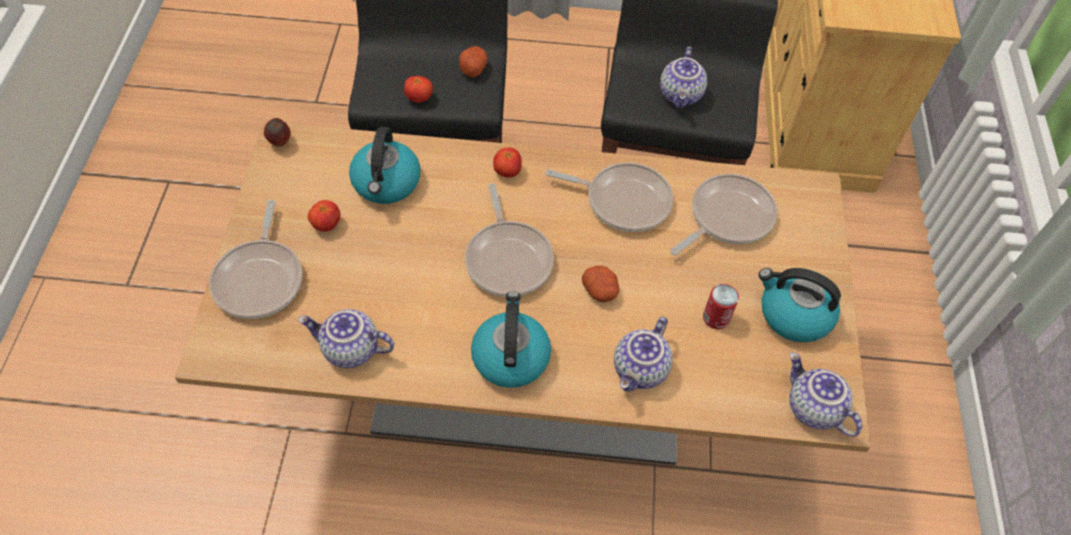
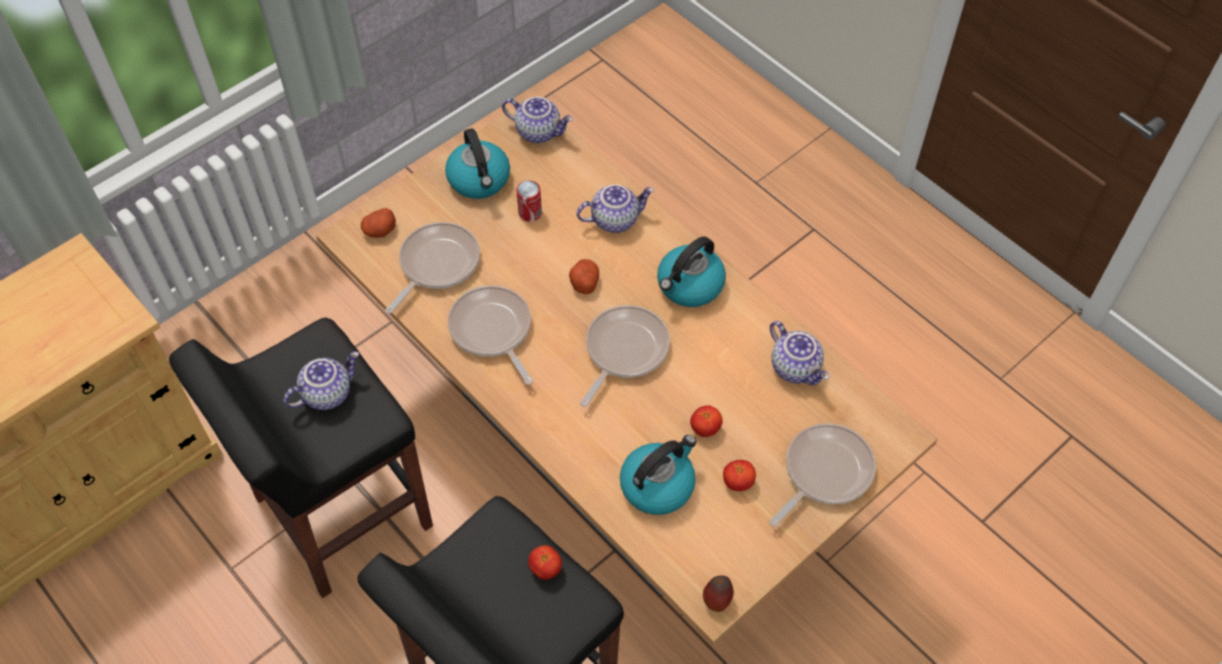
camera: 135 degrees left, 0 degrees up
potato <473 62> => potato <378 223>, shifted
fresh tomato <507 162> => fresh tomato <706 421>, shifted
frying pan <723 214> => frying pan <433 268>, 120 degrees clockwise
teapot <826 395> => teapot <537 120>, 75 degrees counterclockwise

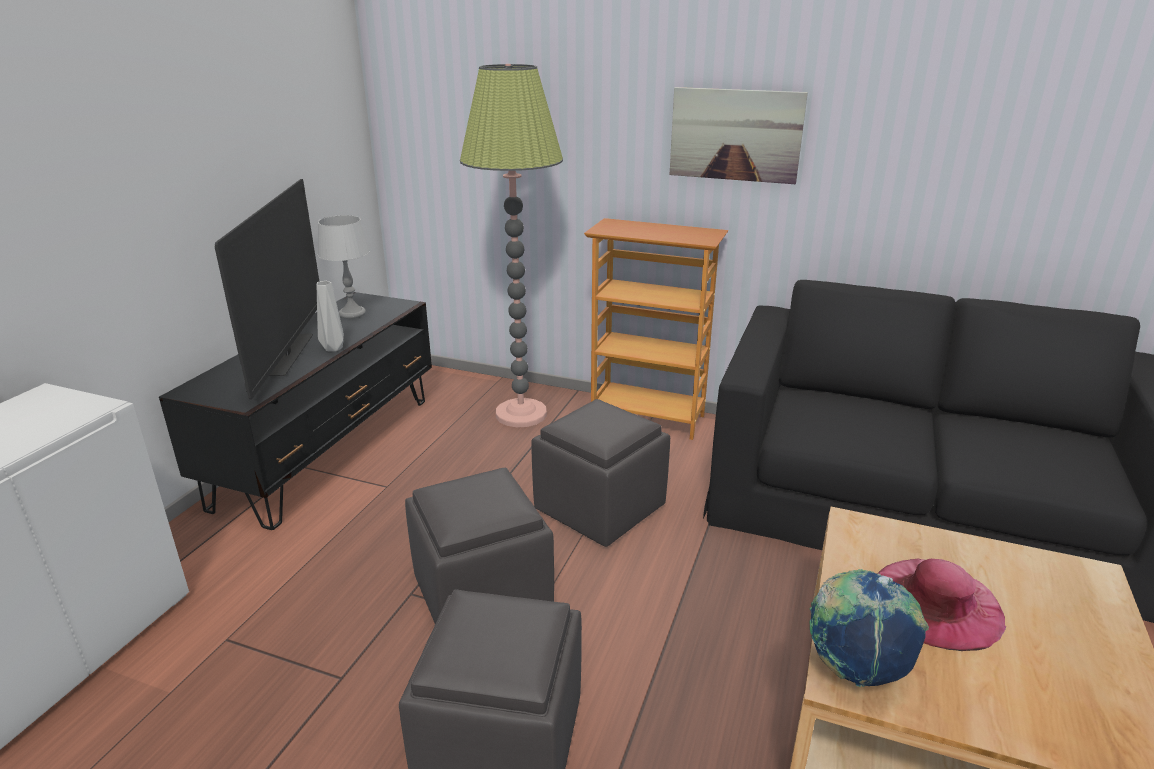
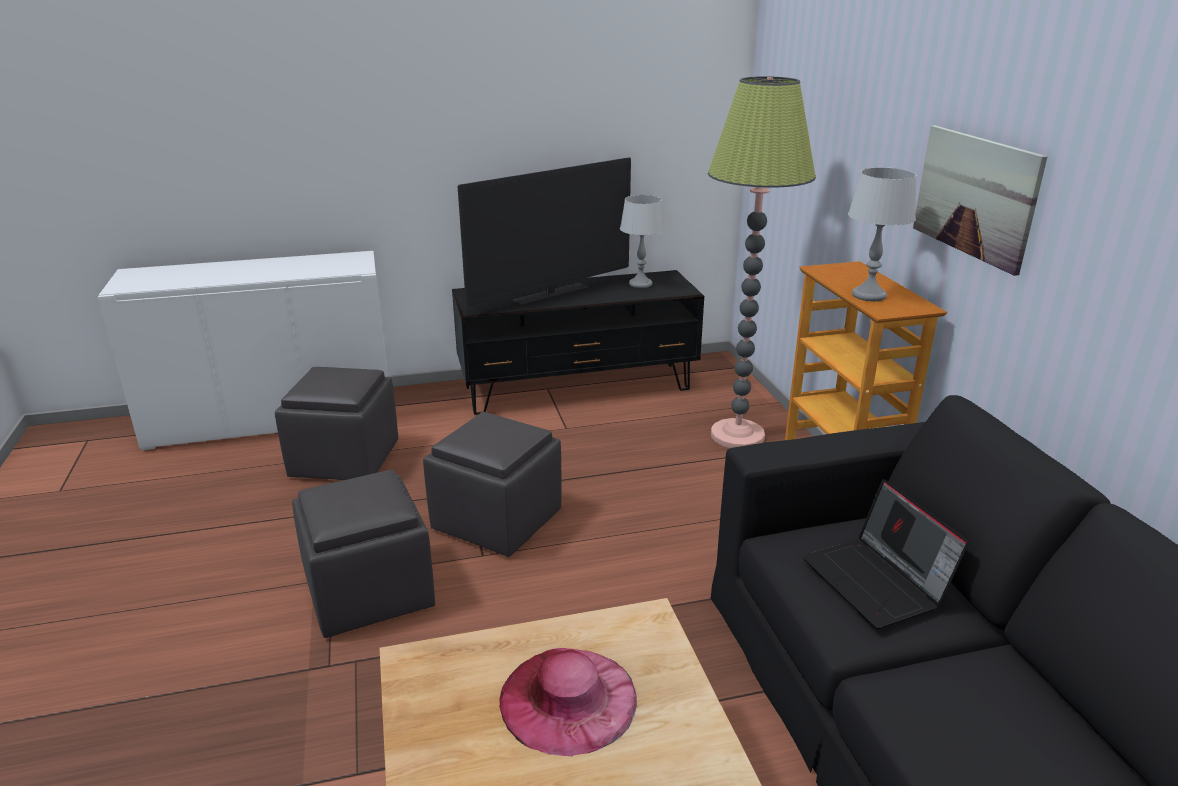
camera: 55 degrees right, 0 degrees up
flower vase in greyish <330 316> => nothing
ottoman in greyish <600 473> => ottoman in greyish <336 423>, shifted
desk globe <869 628> => nothing
nothing => table lamp in greyish <882 234>
nothing => laptop <885 554>

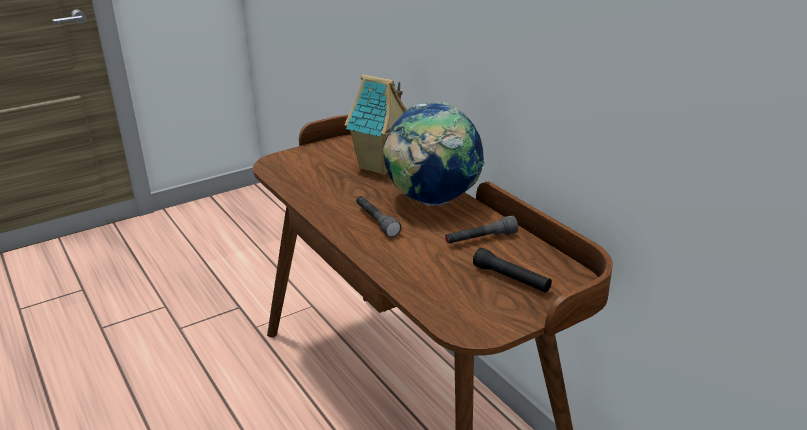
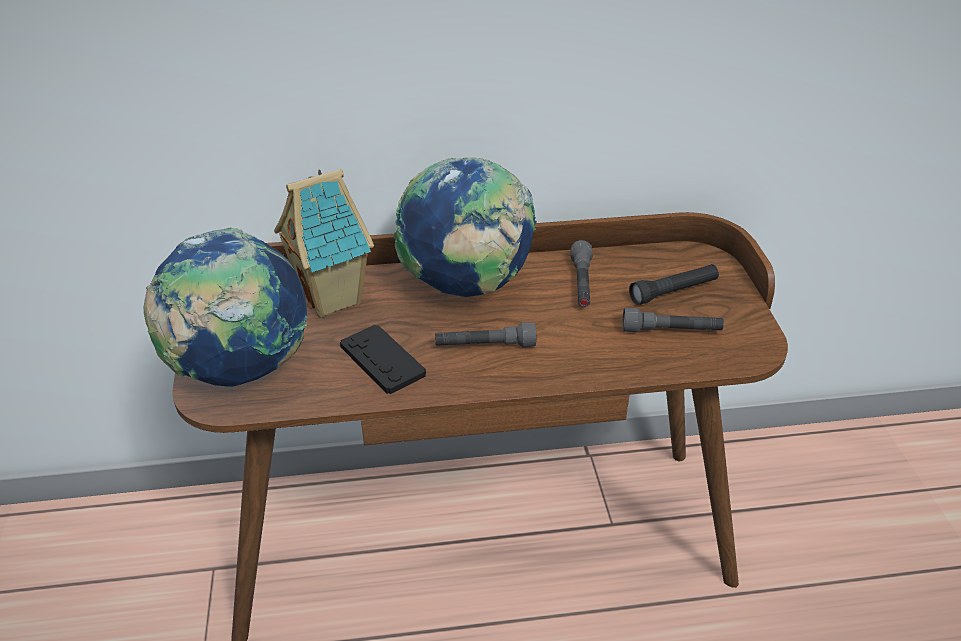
camera: 65 degrees left, 10 degrees up
nothing => desk globe <226 307>
nothing => torch in greyish <673 320>
nothing => game controller in black-coloured <383 359>

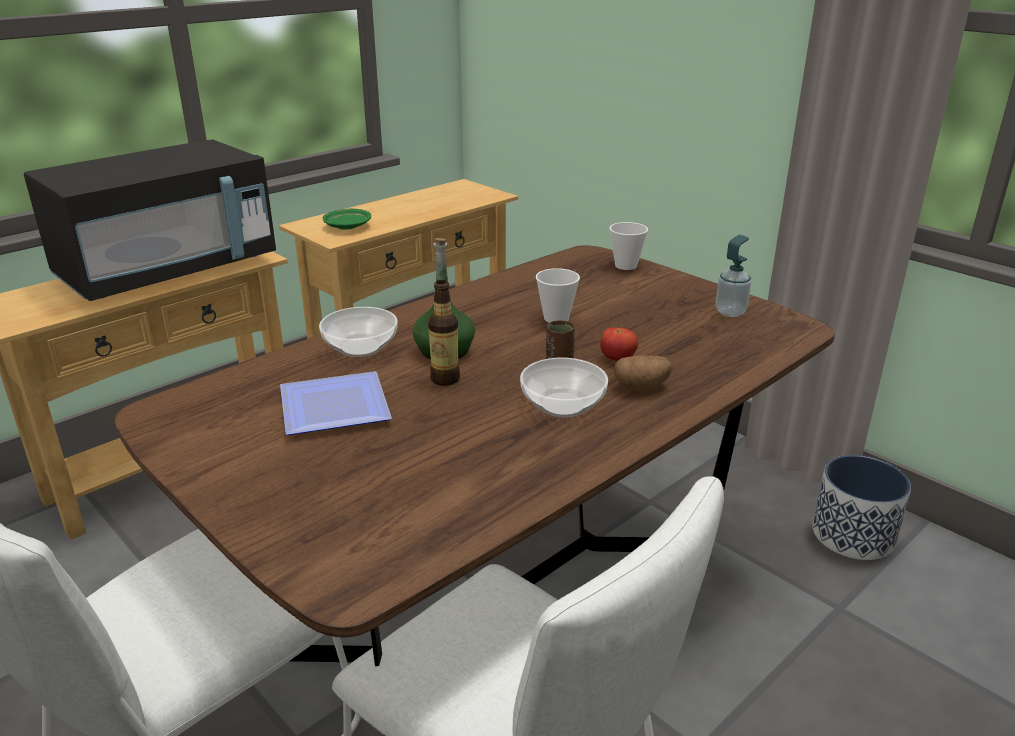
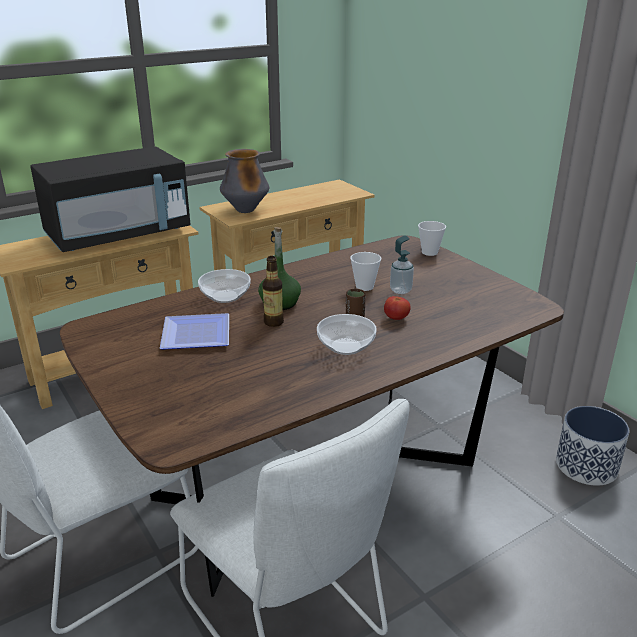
camera: 10 degrees right, 0 degrees up
plate in greenish <347 219> => flower vase <244 181>
soap dispenser <733 276> => soap dispenser <402 265>, shifted
potato <643 373> => nothing

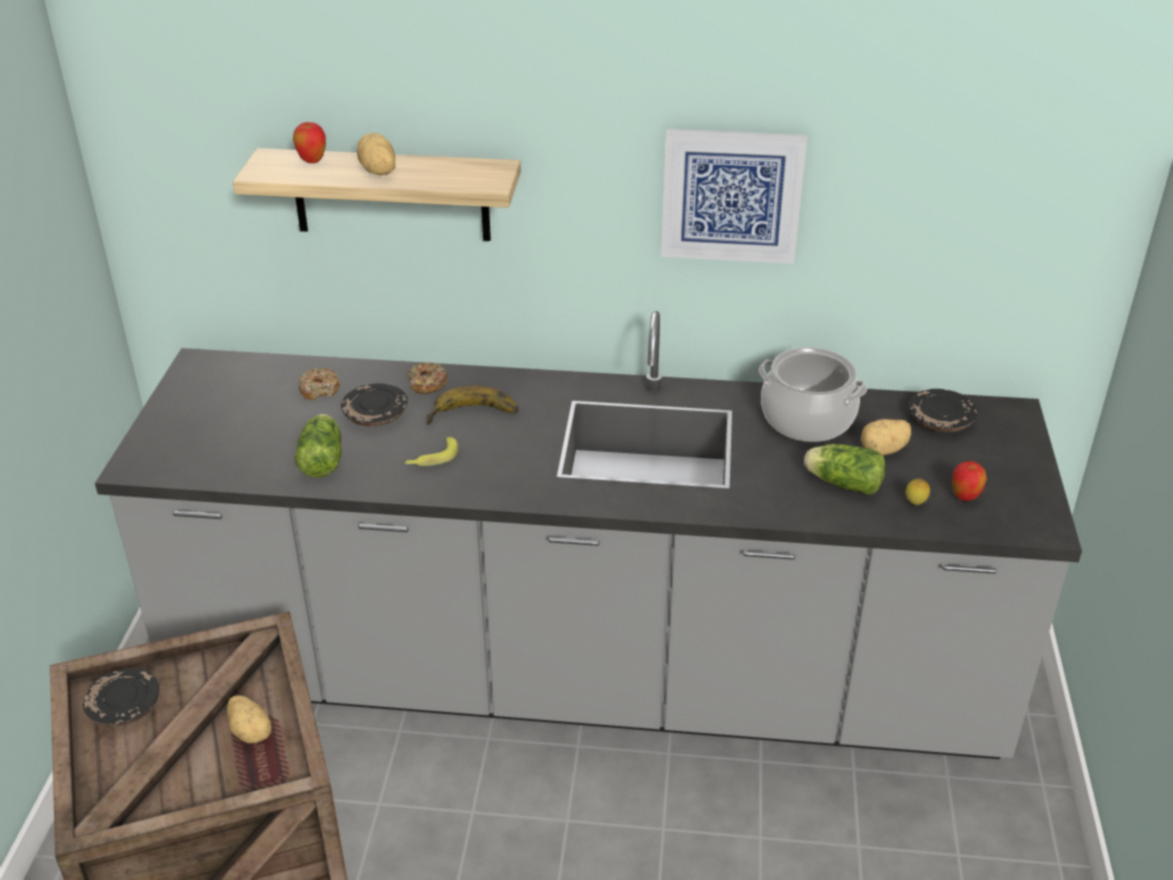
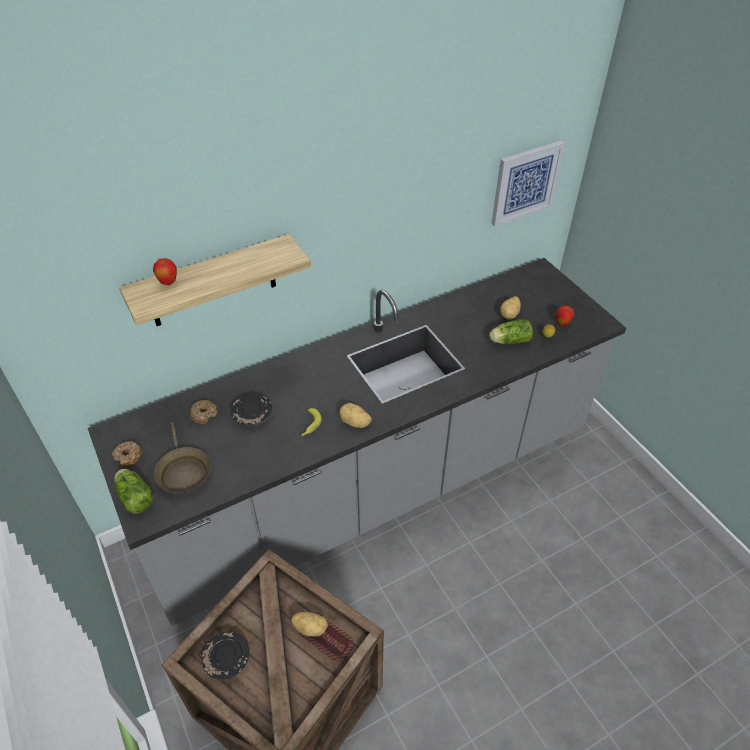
camera: 35 degrees left, 10 degrees up
picture <734 196> => picture <528 184>, shifted
potato <376 154> => potato <355 415>, shifted
cooking pot <813 394> => nothing
donut <428 378> => donut <127 454>, shifted
banana <473 405> => nothing
plate in black-coloured <943 410> => nothing
lettuce <317 446> => lettuce <133 491>, shifted
nothing => frying pan in brownish <182 458>

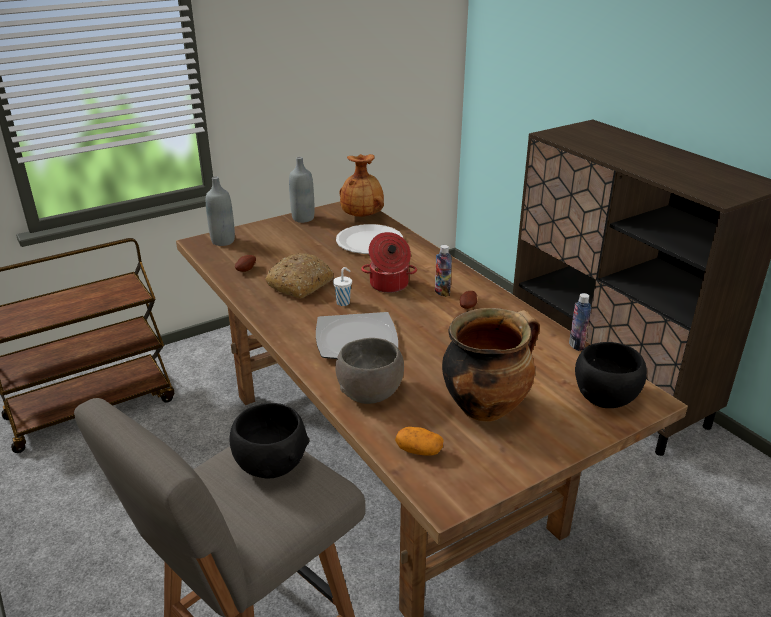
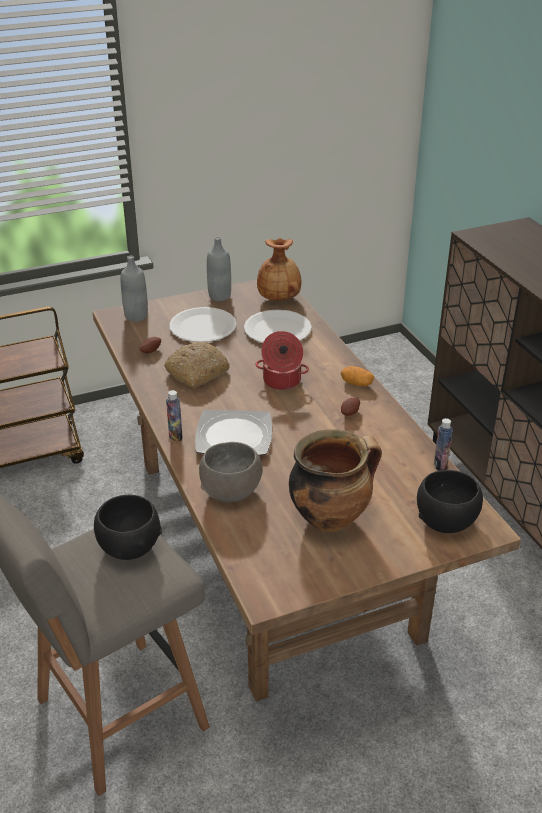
camera: 10 degrees right, 5 degrees up
beverage bottle <443 271> => beverage bottle <174 416>, shifted
cup in white <342 286> => nothing
potato <419 441> => potato <357 376>, shifted
nothing => plate in white <203 324>

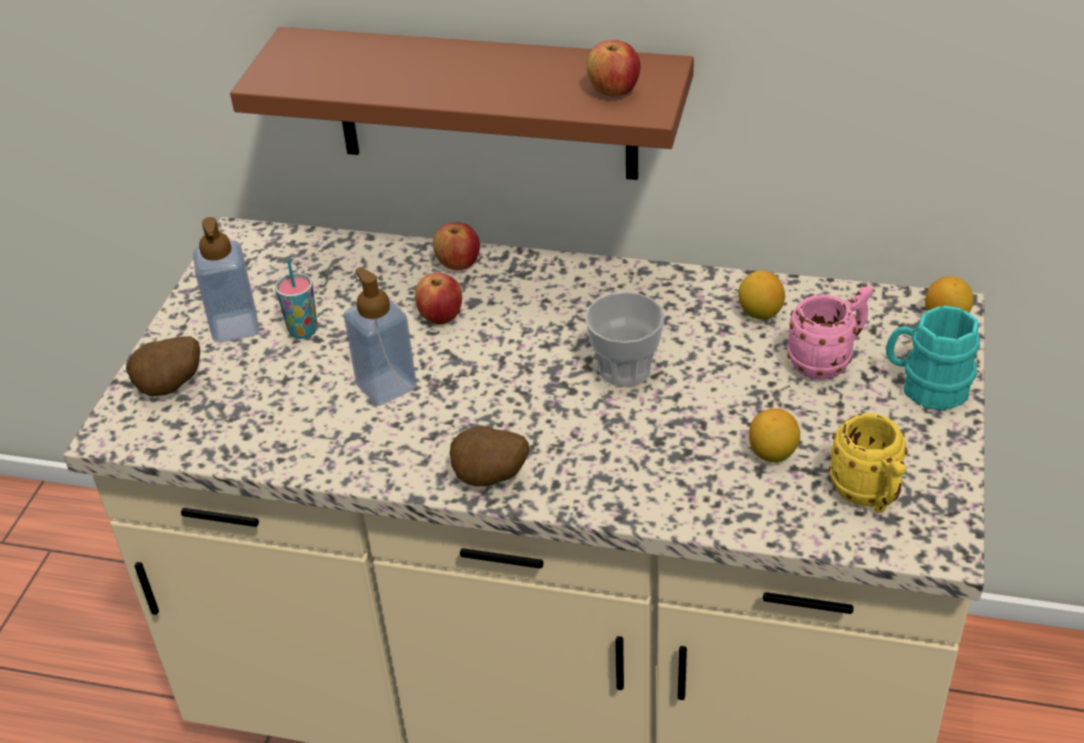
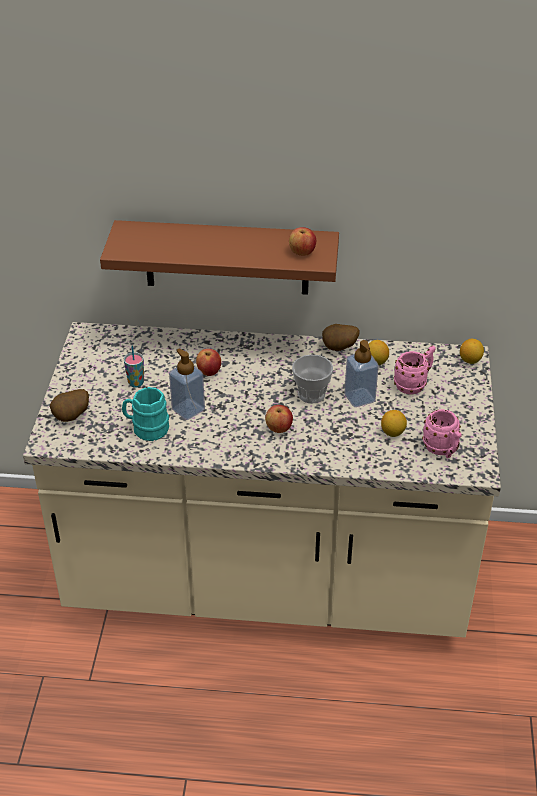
camera: 10 degrees left, 0 degrees up
soap dispenser <226 280> => soap dispenser <361 373>, shifted
apple <456 246> => apple <279 419>, shifted
coffee mug in turquoise <933 358> => coffee mug in turquoise <145 414>, shifted
coffee mug in yellow <868 463> => coffee mug in pinkish <442 433>
potato <489 456> => potato <341 337>, shifted

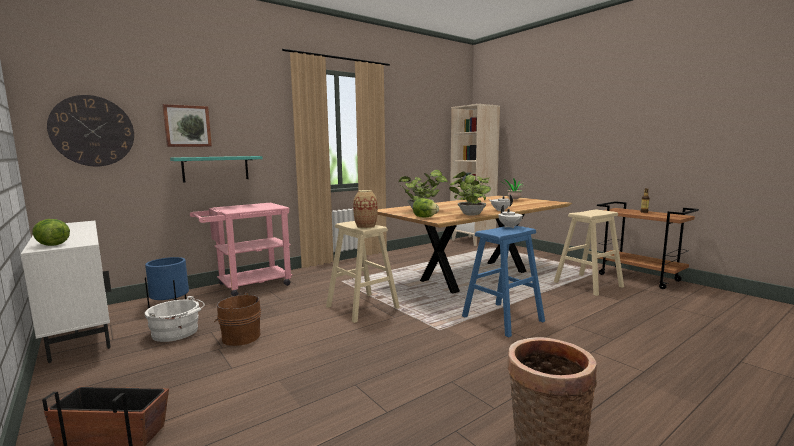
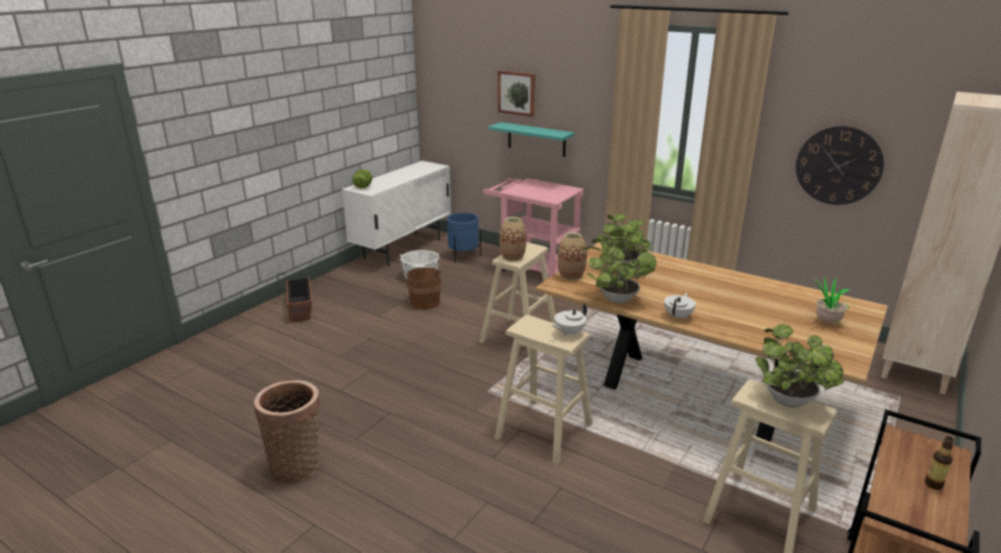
camera: 70 degrees right, 15 degrees up
hanging clock <90 130> => hanging clock <840 165>, shifted
lettuce <426 207> => flower vase <572 256>
stool seat in blue <503 281> => stool seat in beige <543 390>
nothing => plant in a pot <799 366>

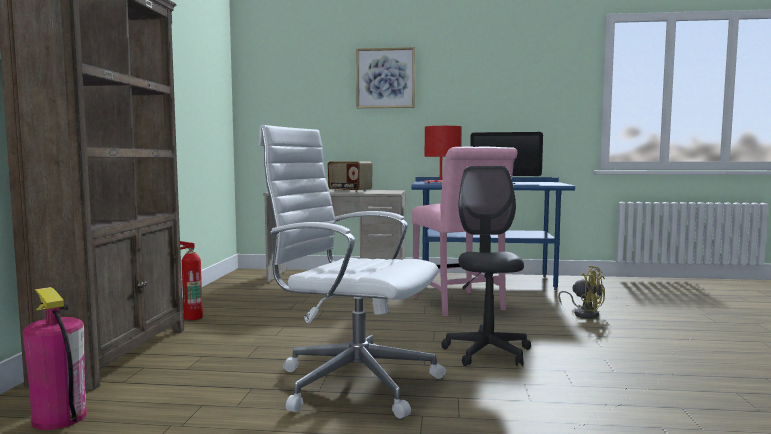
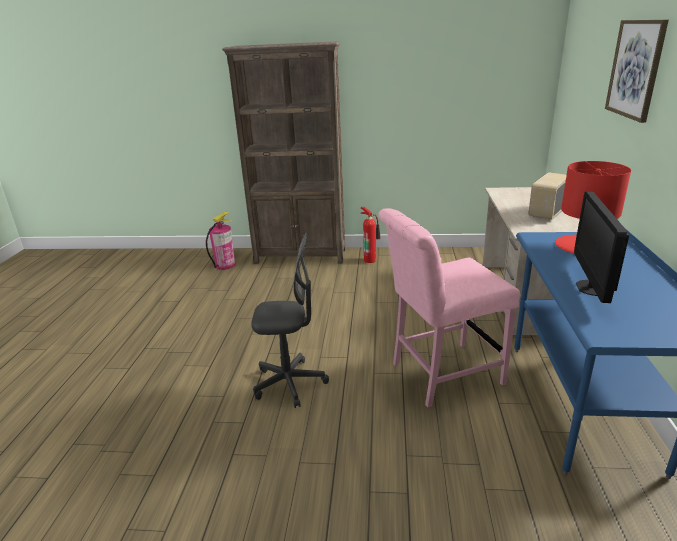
camera: 90 degrees right, 20 degrees up
computer chair in white <352 272> => nothing
cooling fan in yellow <581 292> => nothing

